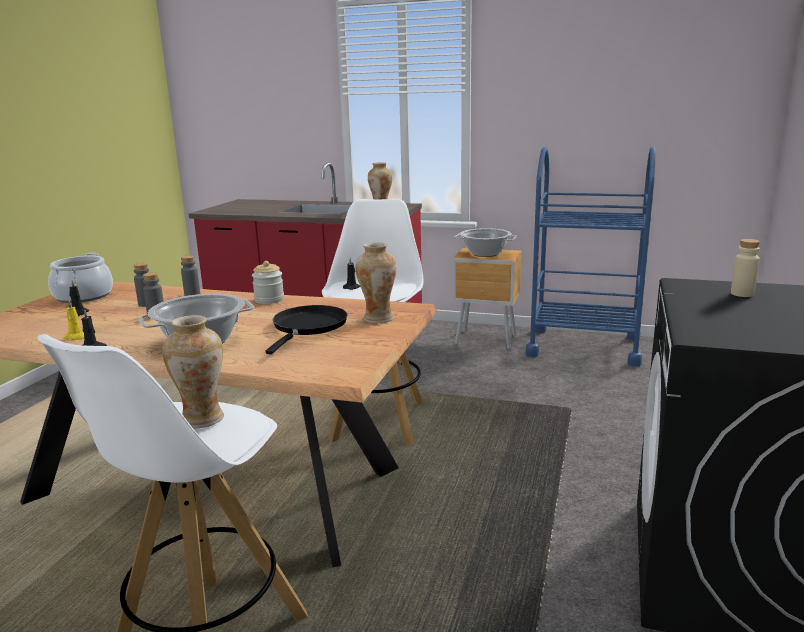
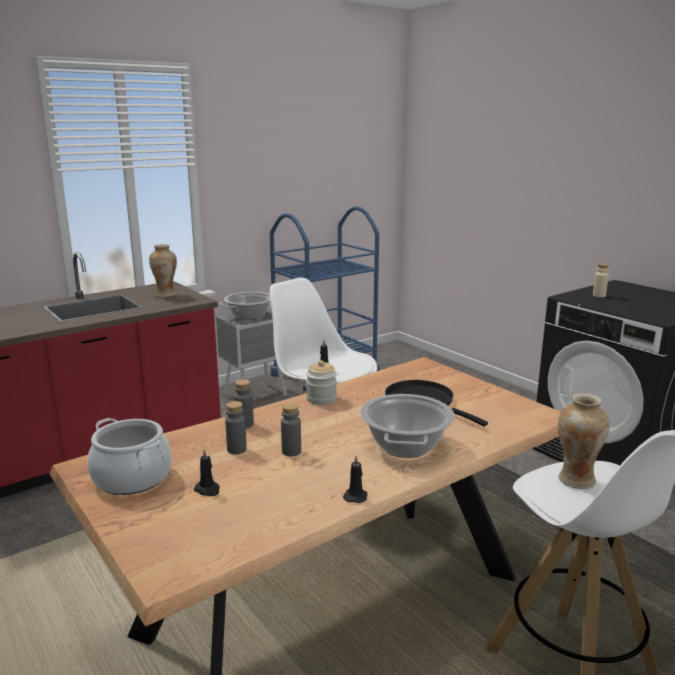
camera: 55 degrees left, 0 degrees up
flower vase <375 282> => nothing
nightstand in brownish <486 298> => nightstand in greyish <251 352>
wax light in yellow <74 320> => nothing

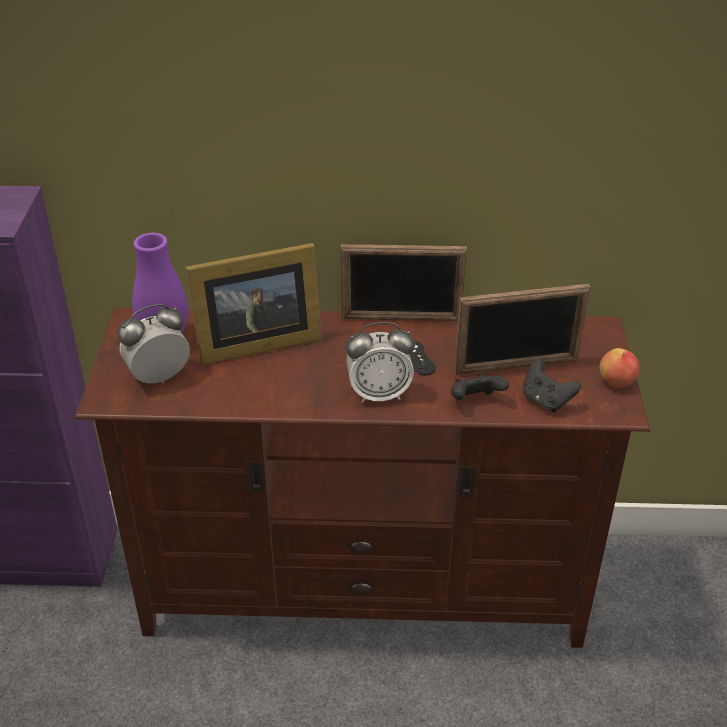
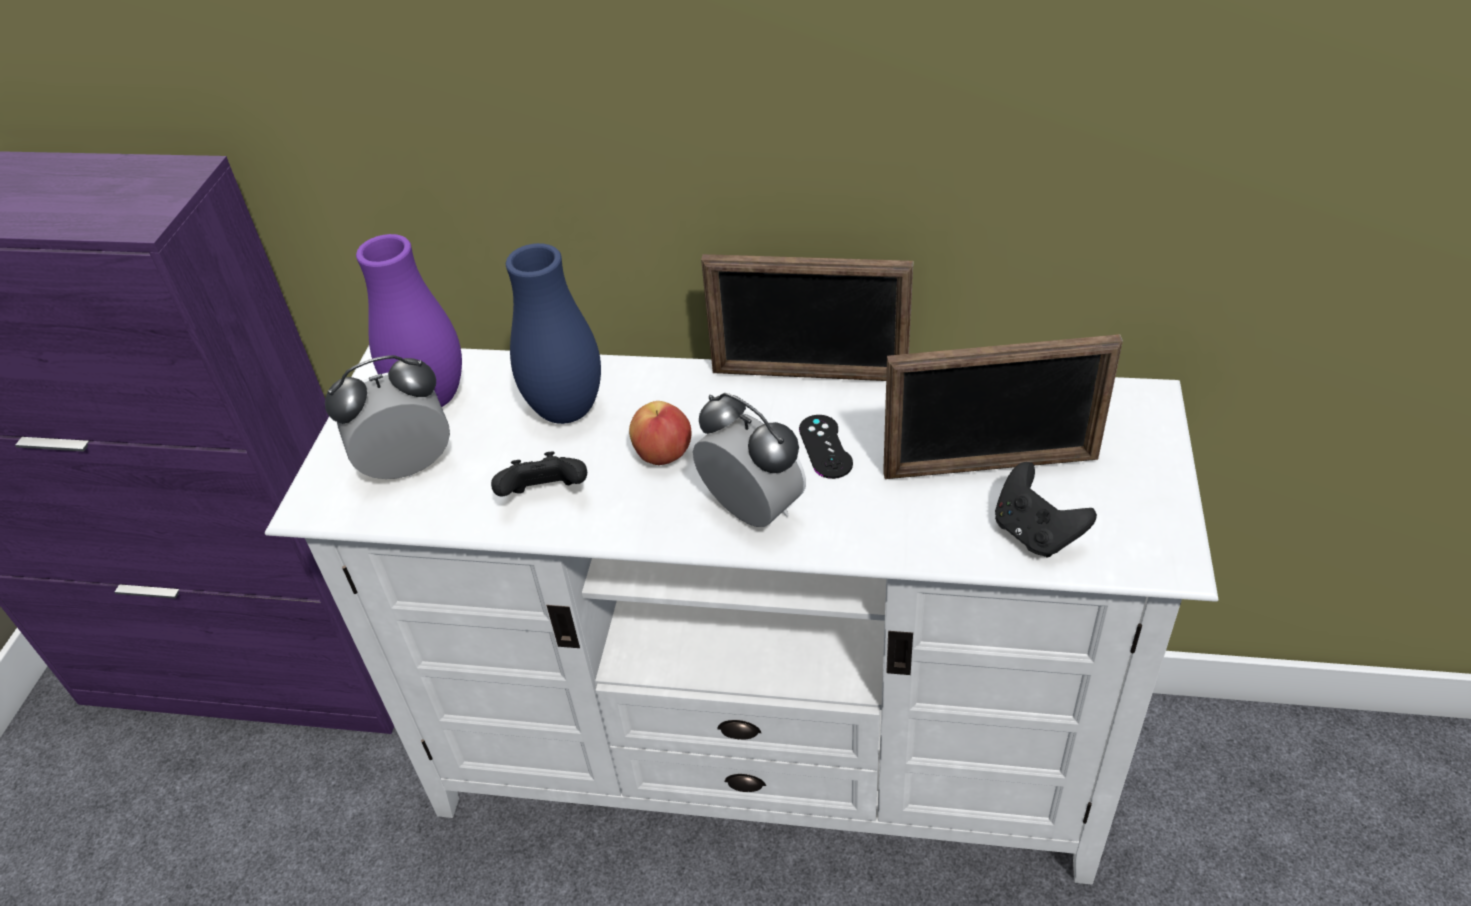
camera: 10 degrees right, 5 degrees up
picture frame <254 304> => flower vase in blue <553 333>
tv stand in brownish <363 477> => tv stand in white <742 615>
bedside clock <380 362> => bedside clock <749 460>, 135 degrees counterclockwise
apple <619 368> => apple <660 433>, shifted
game controller in black-coloured <480 386> => game controller in black-coloured <539 474>, shifted

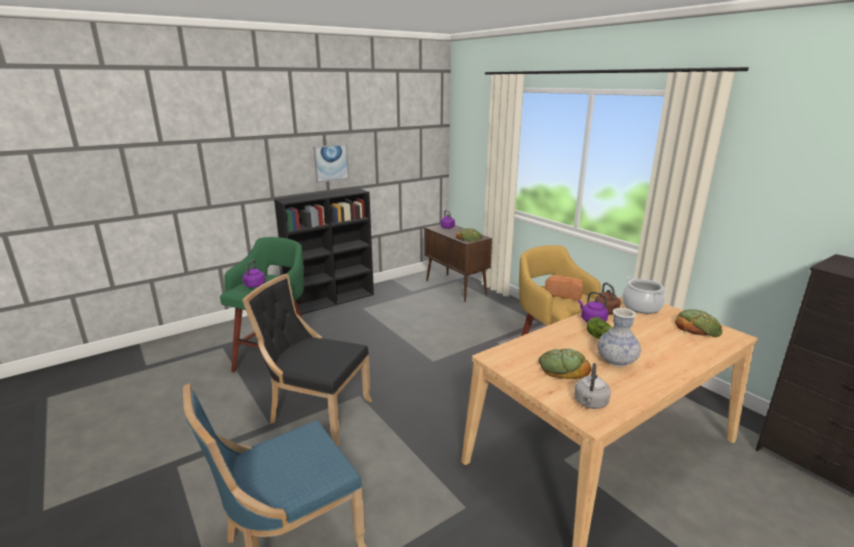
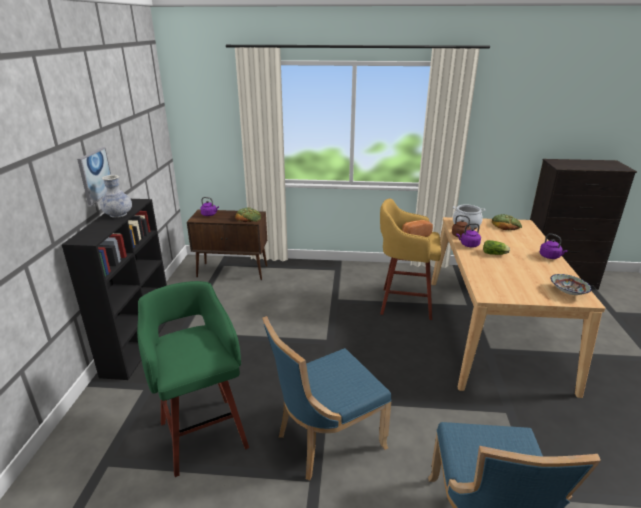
camera: 50 degrees left, 5 degrees up
kettle in purple <253 274> => kettle in purple <554 246>, shifted
upright chair in black-coloured <307 360> => upright chair in blue <327 398>
flower vase <619 337> => flower vase <116 196>, shifted
bakery bread <564 364> => nothing
kettle in greyish <592 386> => serving bowl <571 284>

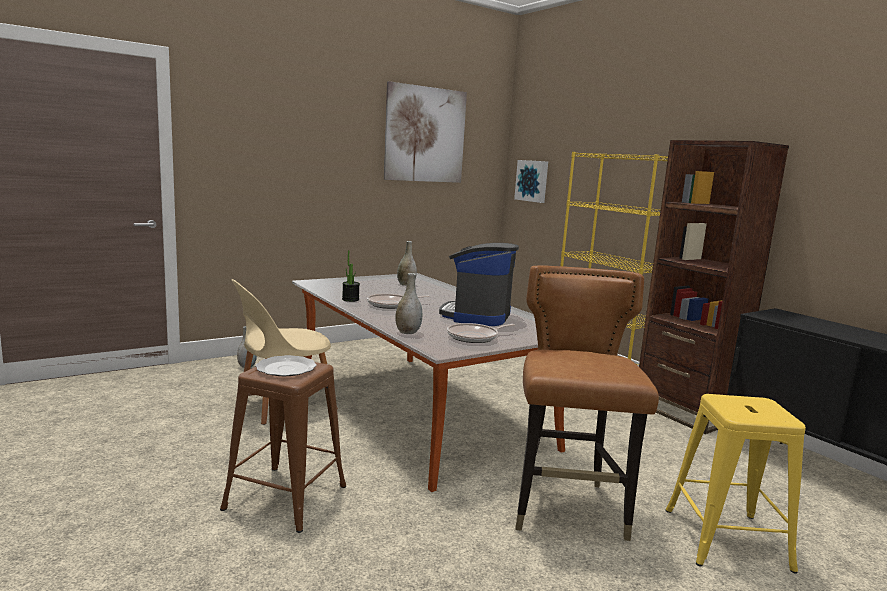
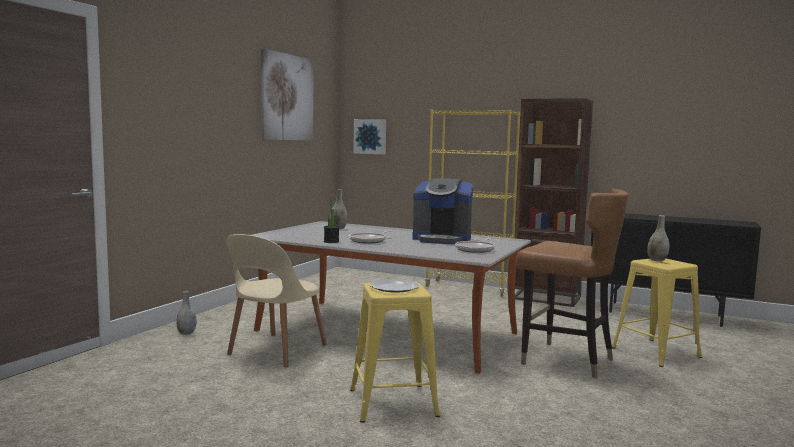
camera: 30 degrees left, 5 degrees down
coffee brewer <479 284> => coffee brewer <442 211>, 60 degrees counterclockwise
upright chair in brownish <587 403> => upright chair in brownish <572 283>, 150 degrees clockwise
flower vase in greyish <409 303> => flower vase in greyish <658 238>, shifted
stool seat in brownish <283 447> => stool seat in yellow <395 352>

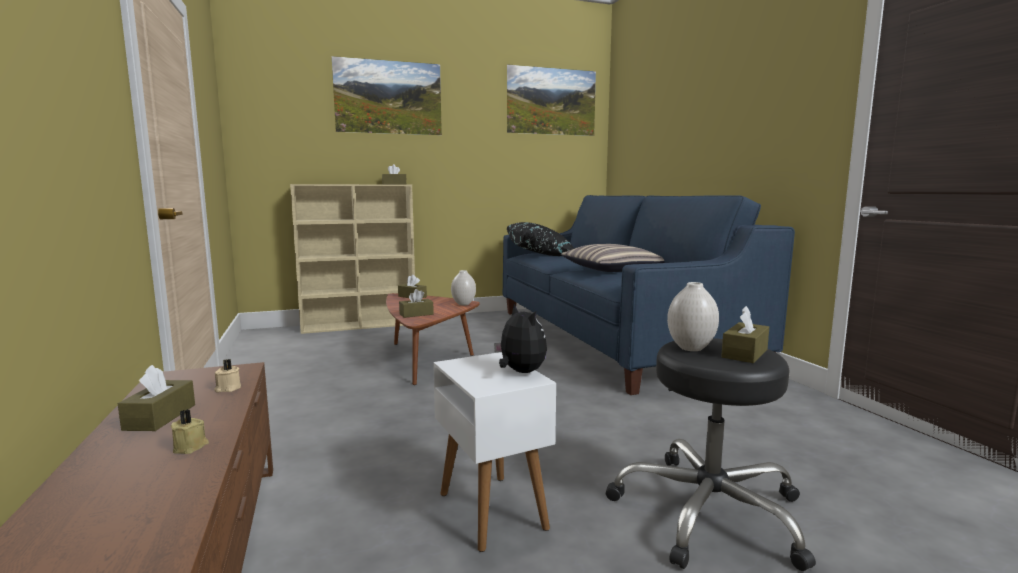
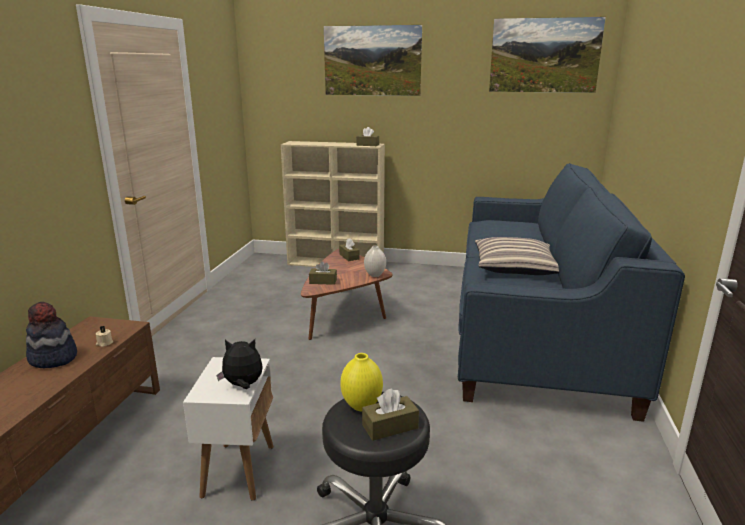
camera: 30 degrees right, 10 degrees up
cushion in black-coloured <540 239> => nothing
flower vase in white <693 316> => flower vase in yellow <361 382>
plush toy <520 338> => plush toy <239 364>, 90 degrees counterclockwise
tissue box in brownish <156 398> => wearable hat <51 335>
wax light in beige <190 431> => nothing

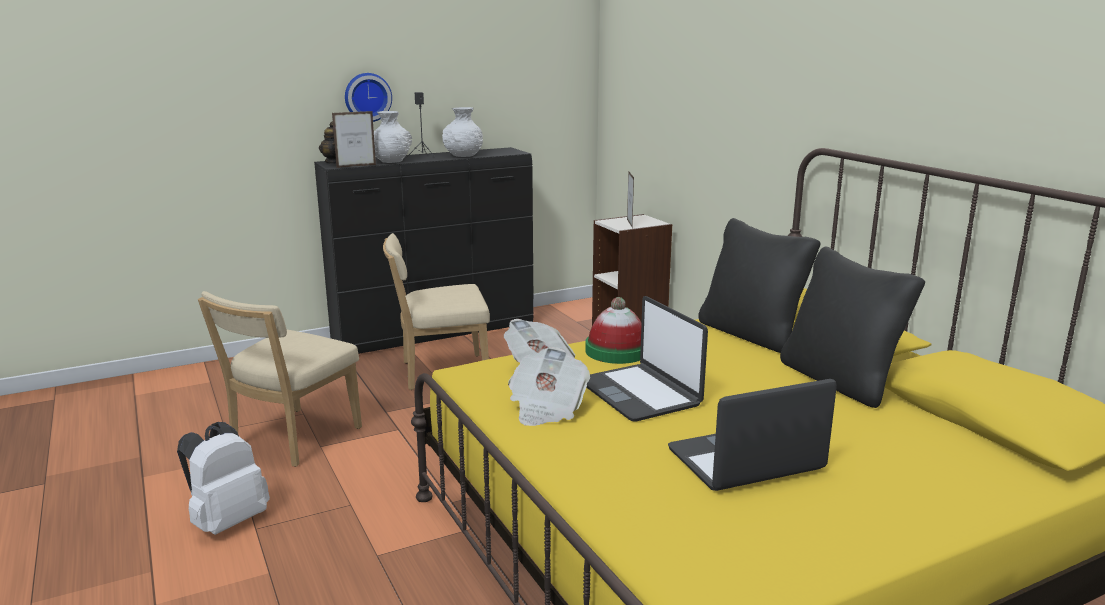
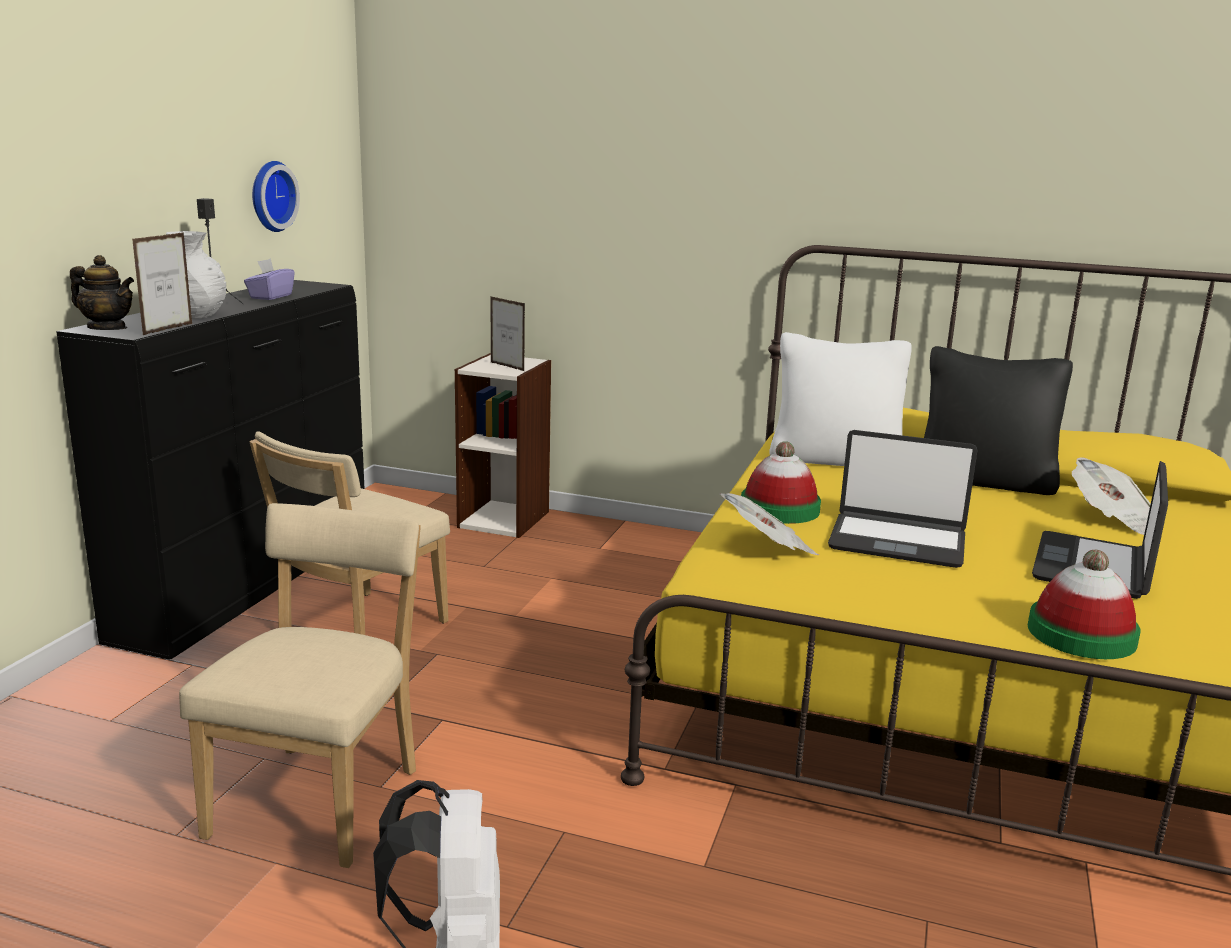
camera: 45 degrees left, 0 degrees up
hanging clock <368 97> => hanging clock <276 196>, shifted
flower vase in white <462 132> => tissue box in purple <269 279>
cushion in black-coloured <759 285> => cushion in white <840 399>
upright chair in beige <280 379> => upright chair in beige <300 685>, 150 degrees counterclockwise
daily paper <549 386> => daily paper <1111 496>, shifted
nothing => wearable hat <1084 604>

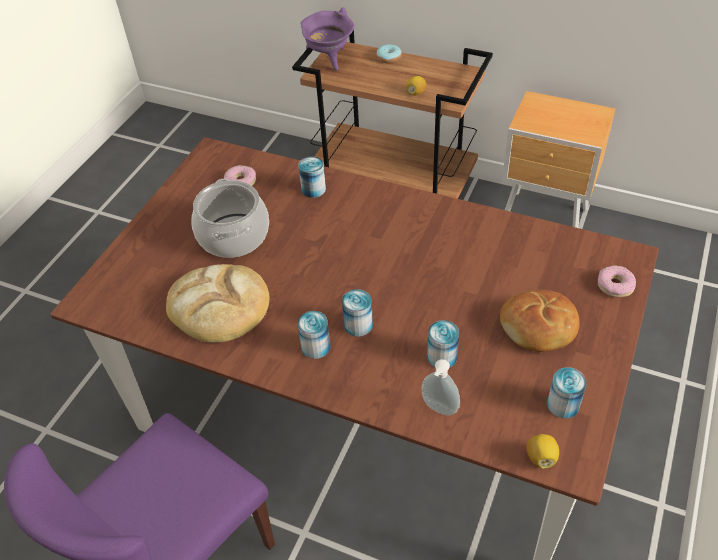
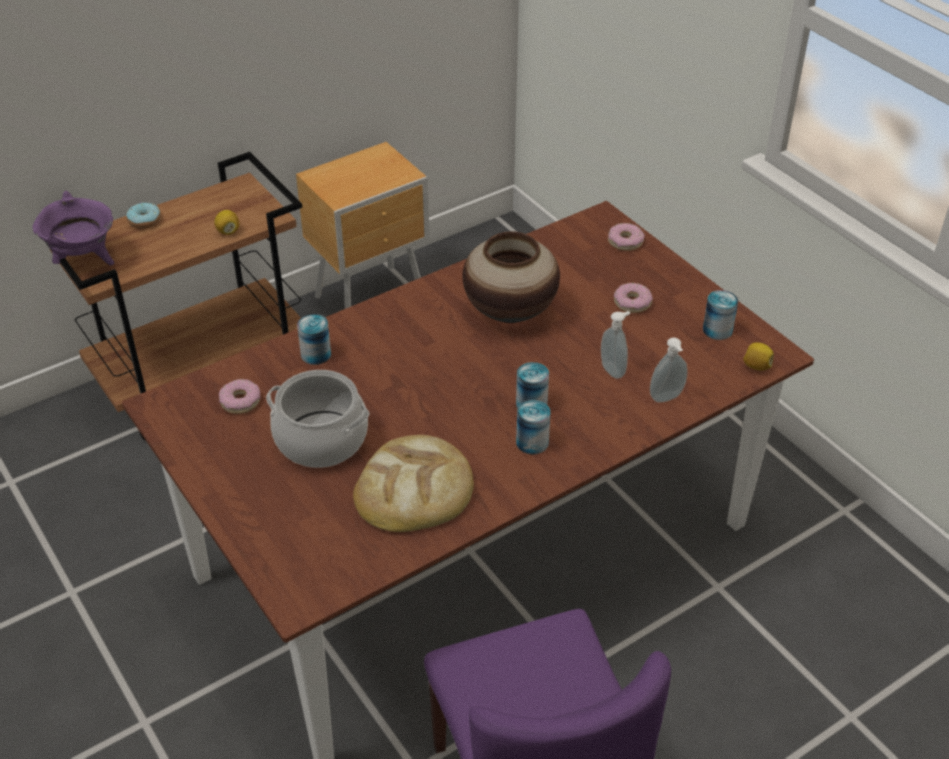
camera: 60 degrees left, 5 degrees down
bakery bread <539 321> => donut <633 298>
can <443 344> => soap dispenser <615 345>
nothing => flower vase <511 277>

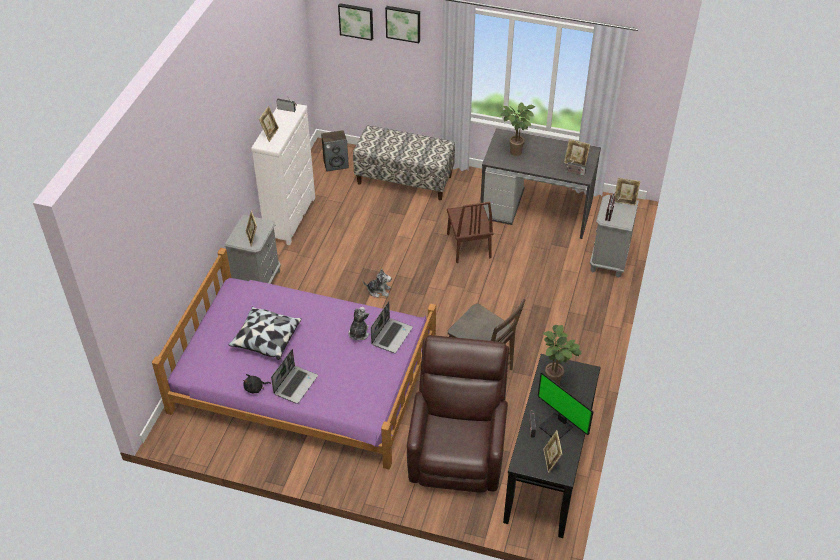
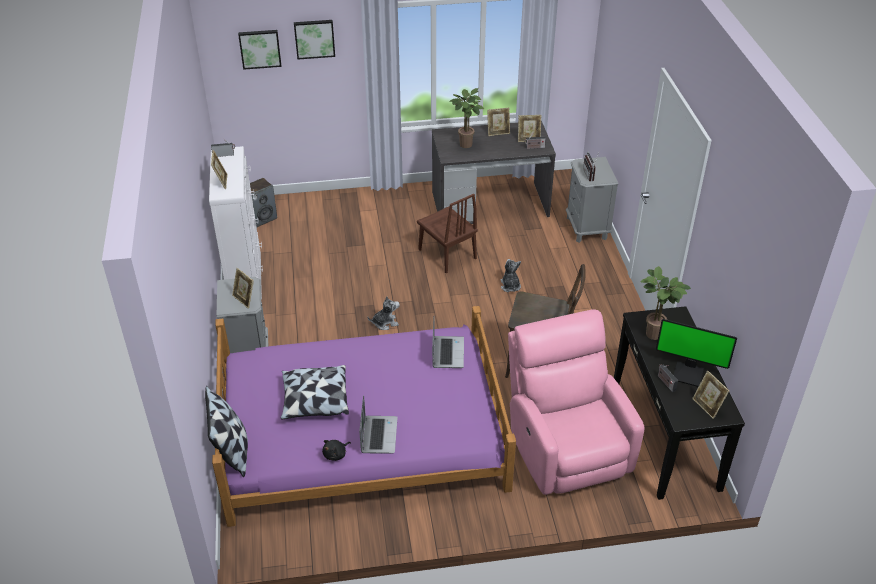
camera: 25 degrees left, 5 degrees down
indoor bench <404 162> => nothing
picture frame <628 192> => picture frame <498 122>, shifted
plush toy <358 323> => plush toy <510 275>, shifted
lounge chair in brownish <458 414> => lounge chair in pinkish <576 402>
nothing => cushion <226 431>

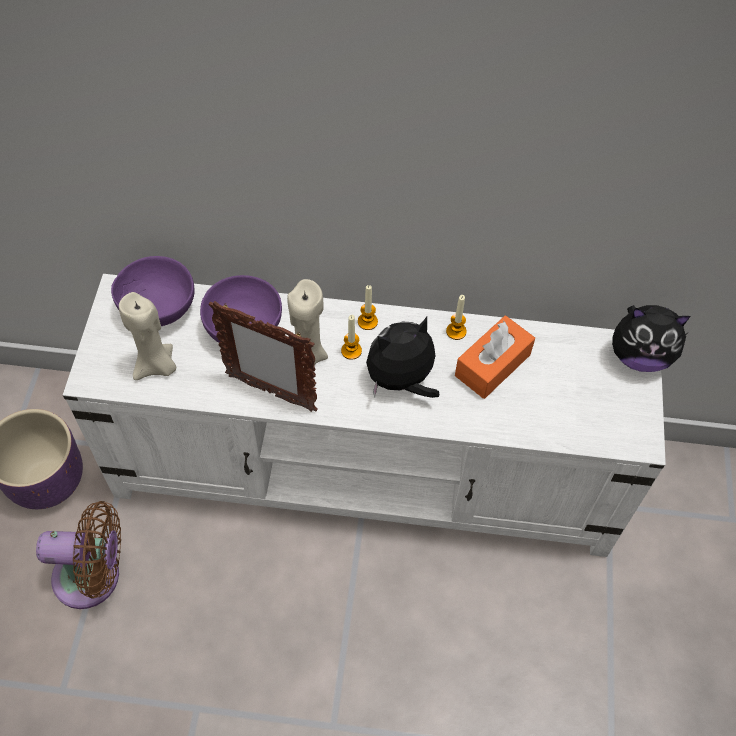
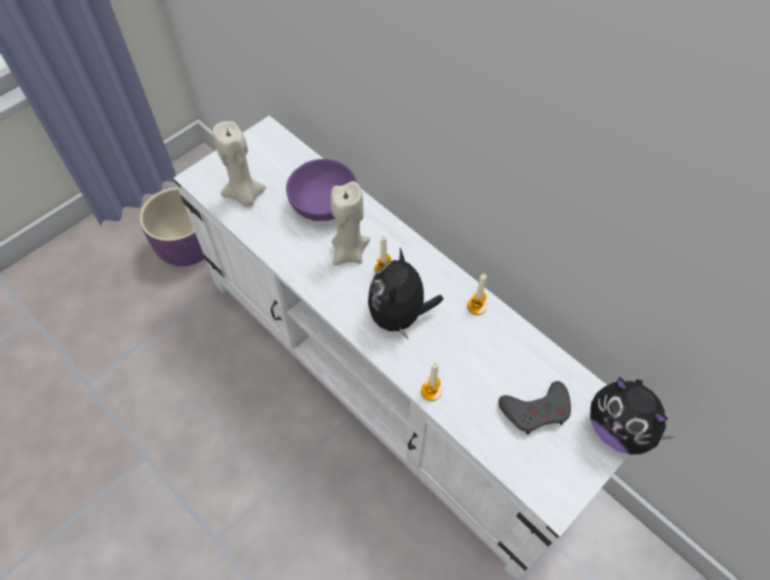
camera: 40 degrees right, 0 degrees up
serving bowl in purple <153 291> => nothing
wax light <368 307> => wax light <431 382>, shifted
picture frame <263 356> => nothing
tissue box in orange <495 357> => nothing
plush toy <402 357> => plush toy <405 294>, 90 degrees counterclockwise
cooling fan in brownish <78 555> => nothing
nothing => game controller in greyish <534 408>

